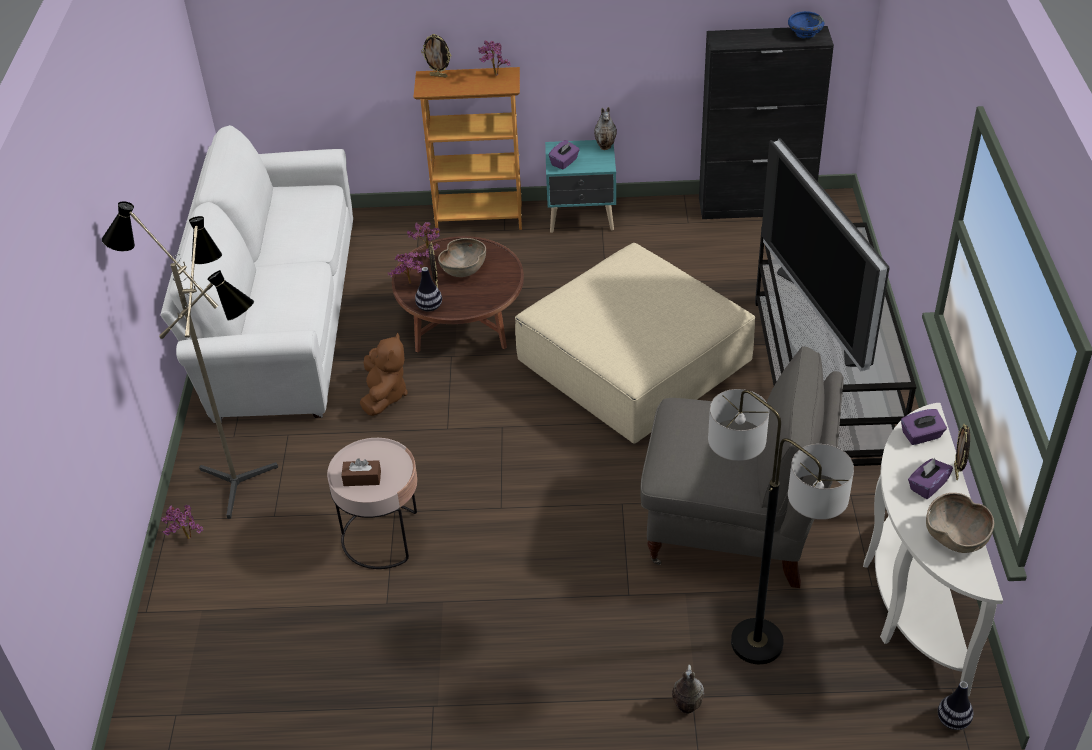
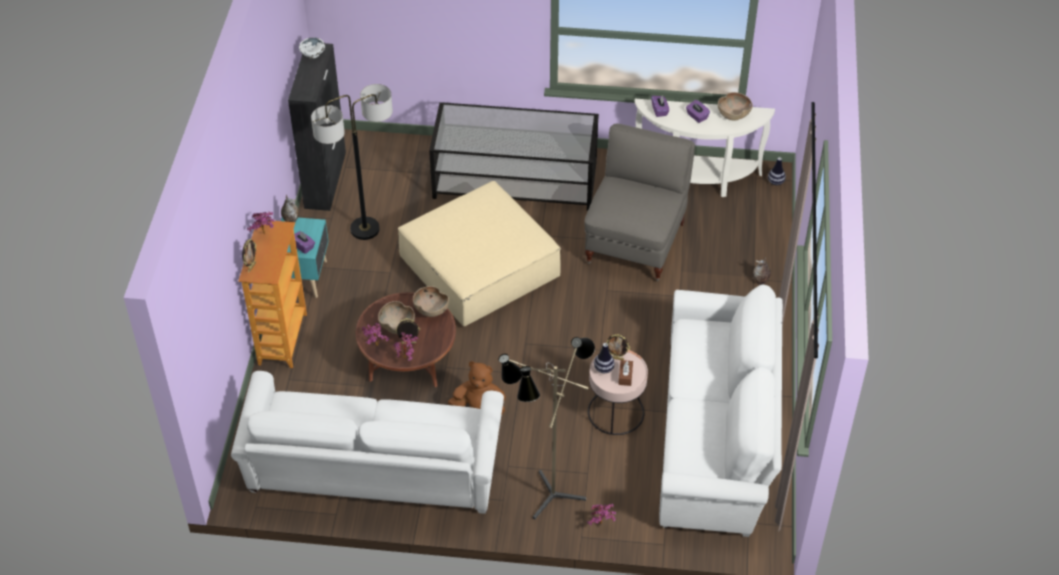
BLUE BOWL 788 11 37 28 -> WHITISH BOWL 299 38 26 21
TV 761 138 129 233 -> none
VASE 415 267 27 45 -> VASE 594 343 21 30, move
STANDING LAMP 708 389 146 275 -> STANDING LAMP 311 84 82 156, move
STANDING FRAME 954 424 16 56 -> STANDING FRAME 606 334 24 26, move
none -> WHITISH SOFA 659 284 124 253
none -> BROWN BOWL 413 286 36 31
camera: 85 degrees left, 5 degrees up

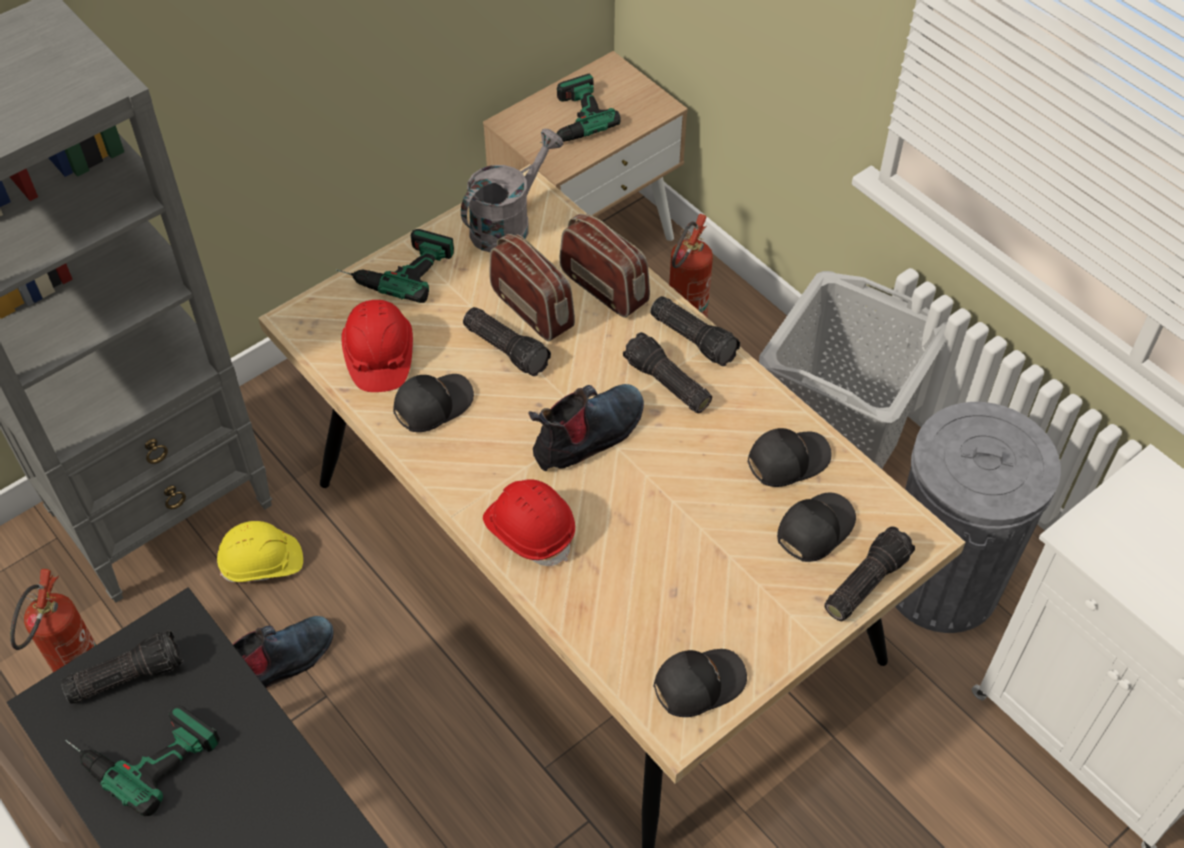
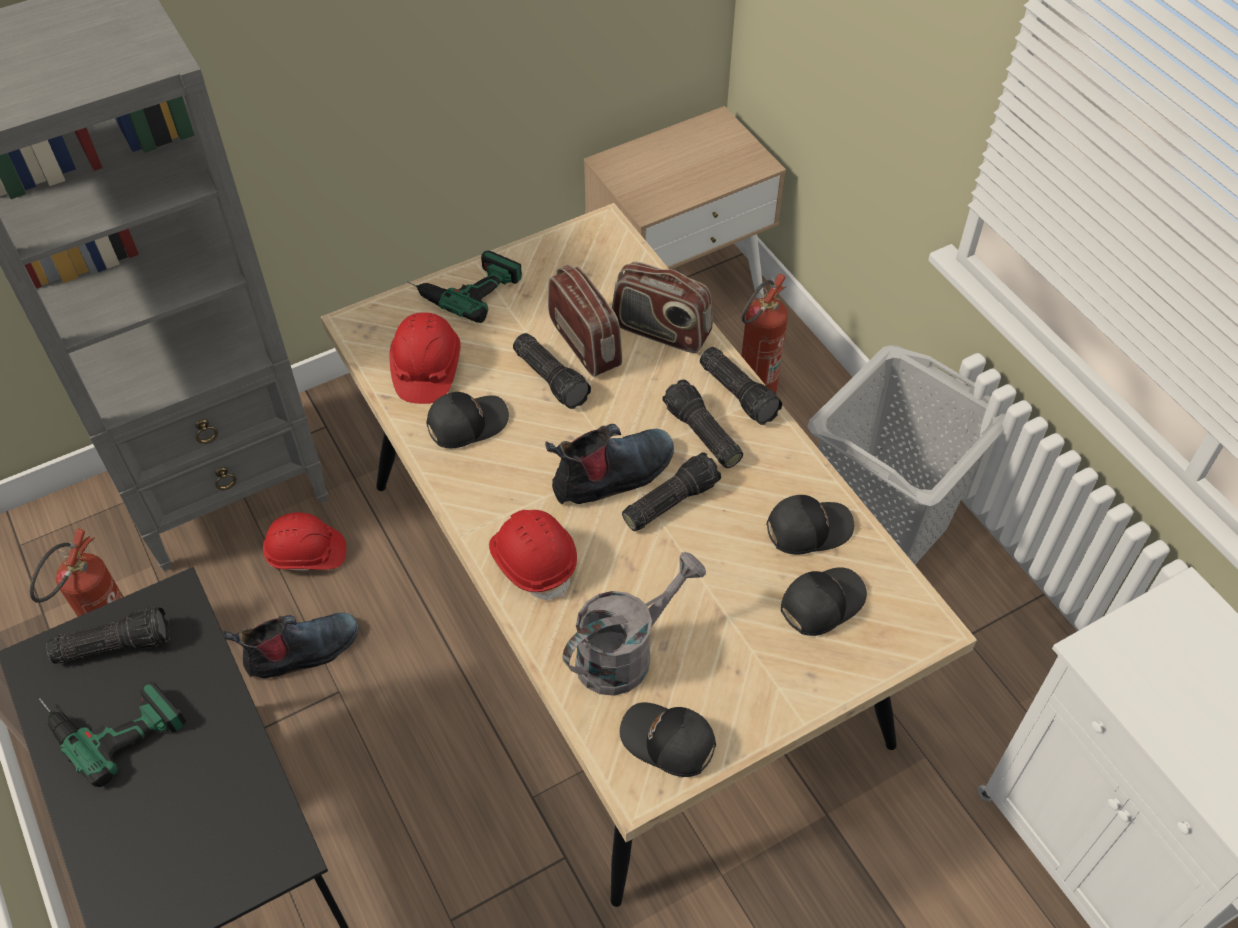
POWER DRILL 540 74 81 69 -> none
GRAY WATERING CAN 461 128 103 124 -> GRAY WATERING CAN 563 552 143 144, move
RADIO RECEIVER 560 214 90 104 -> RADIO RECEIVER 612 262 101 91, 150 degrees clockwise
GRAY RUBBISH BIN 895 402 166 231 -> none
YELLOW-COLOURED SAFETY HELMET 217 521 86 61 -> RED SAFETY HELMET 263 512 83 59
TORCH 824 526 91 95 -> TORCH 622 452 99 79, move
BLACK-COLOURED PEAKED CAP 654 649 93 68 -> BLACK-COLOURED PEAKED CAP 620 702 96 75, 135 degrees counterclockwise
camera: 10 degrees right, 0 degrees up

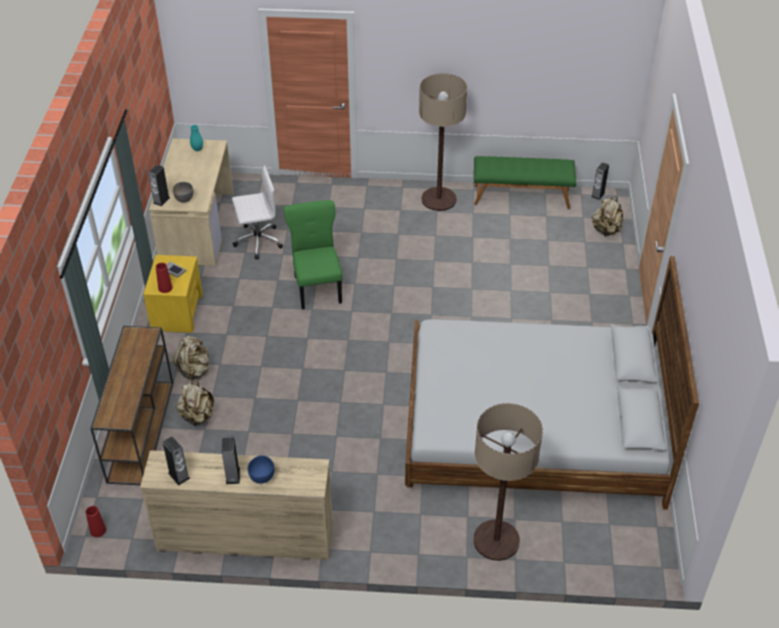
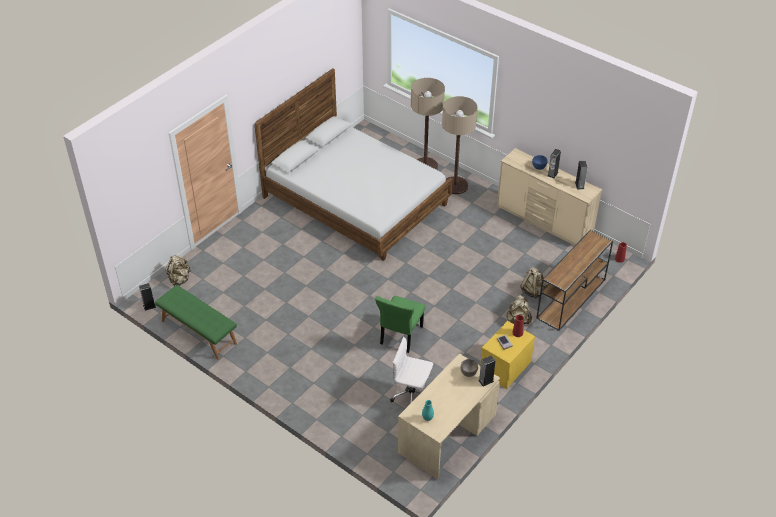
STANDING LAMP 419 73 48 138 -> STANDING LAMP 442 96 35 99, move
camera: 145 degrees left, 0 degrees up

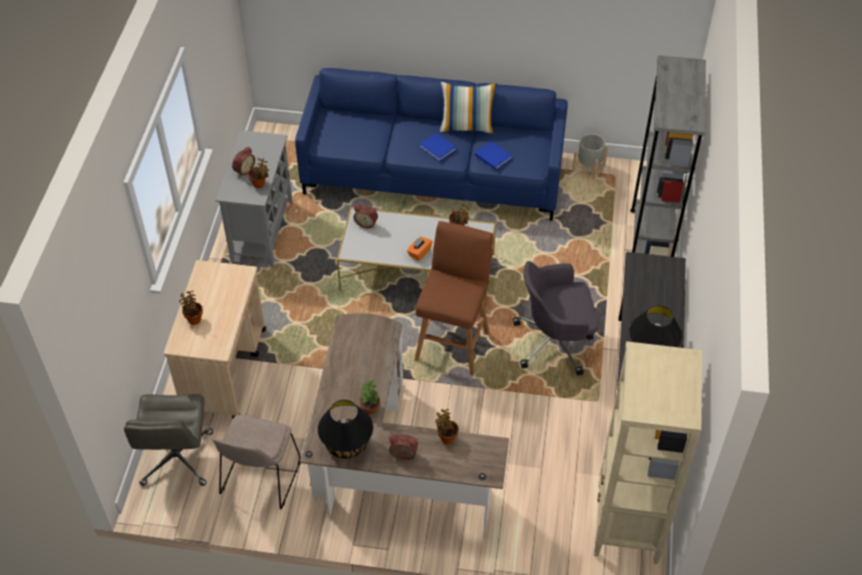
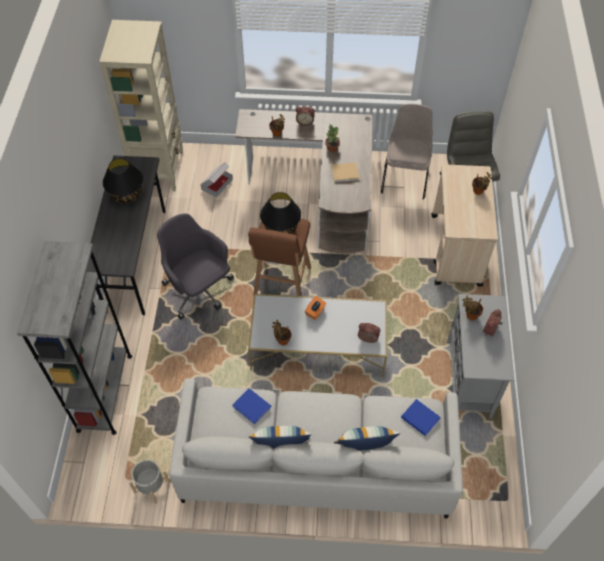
BLUE SOFA 295 68 273 153 -> GRAY SOFA 169 378 294 140
BLUE BOOK 419 133 37 28 -> BLUE BOOK 401 399 39 37, move
GRAY COMPUTER CHAIR 513 261 85 114 -> GRAY COMPUTER CHAIR 157 213 77 107, 120 degrees counterclockwise
BLACK-COLOURED LAMP FOR A TABLE 318 400 55 59 -> BLACK-COLOURED LAMP FOR A TABLE 260 192 41 42, move
none -> CARTON 201 162 32 36
none -> BEIGE-COLOURED BOOK 331 163 28 19
none -> THROW PILLOW 334 426 66 25
camera: 175 degrees right, 5 degrees up

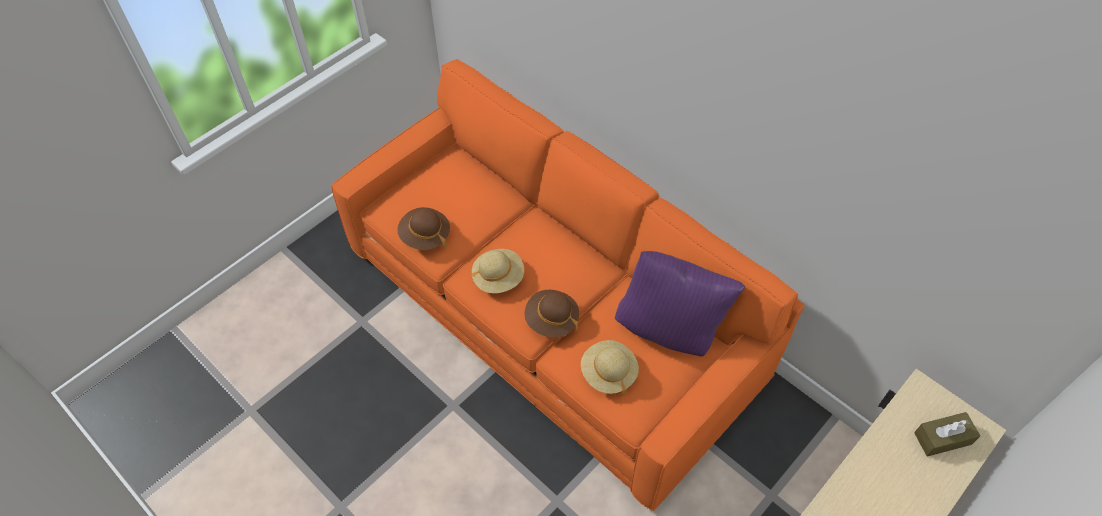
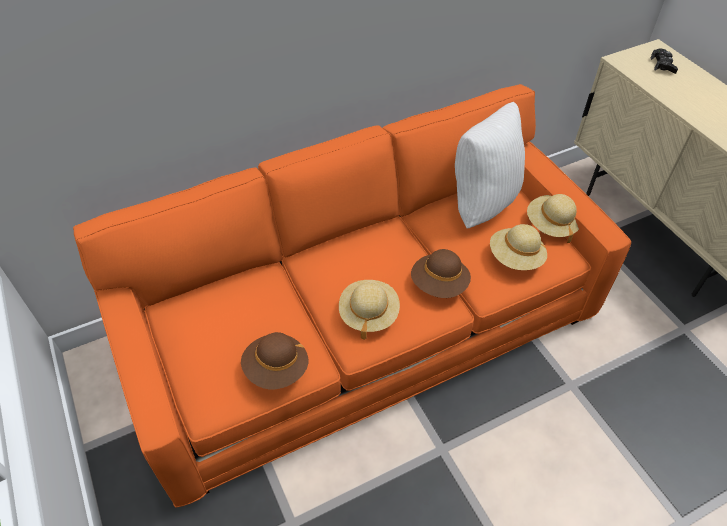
PURPLISH THROW PILLOW 615 251 130 105 -> WHITISH THROW PILLOW 455 102 70 127
BROWN TISSUE BOX 914 412 66 45 -> BLACK-COLOURED GAME CONTROLLER 651 49 27 25
none -> BEIGE-COLOURED HAT 527 194 52 49
camera: 70 degrees left, 5 degrees down

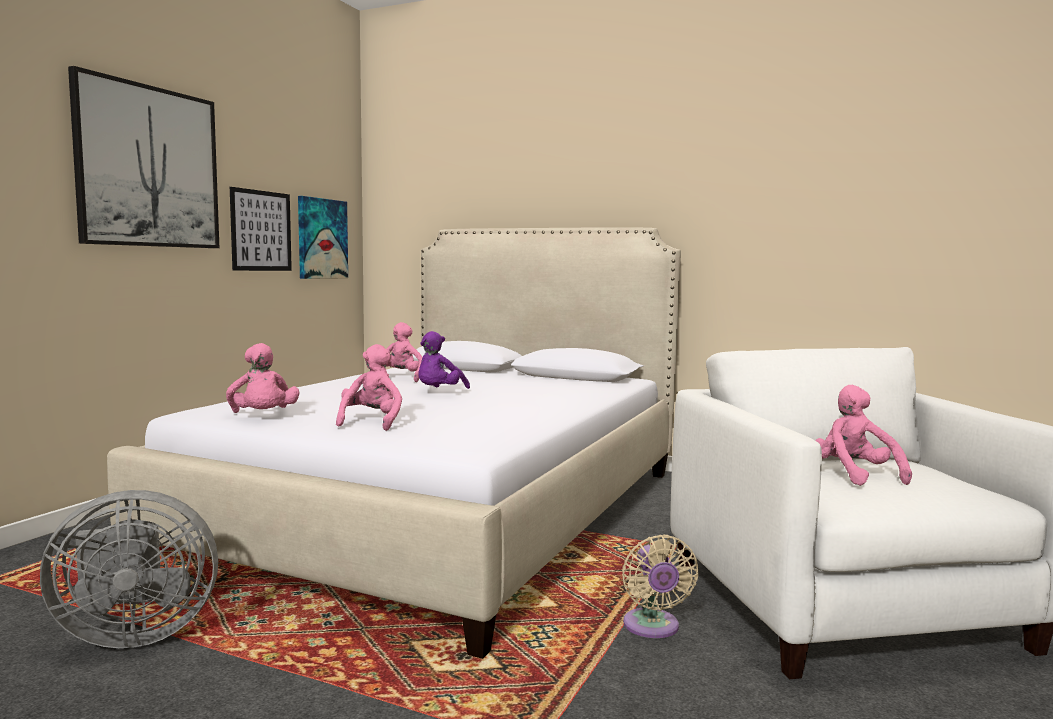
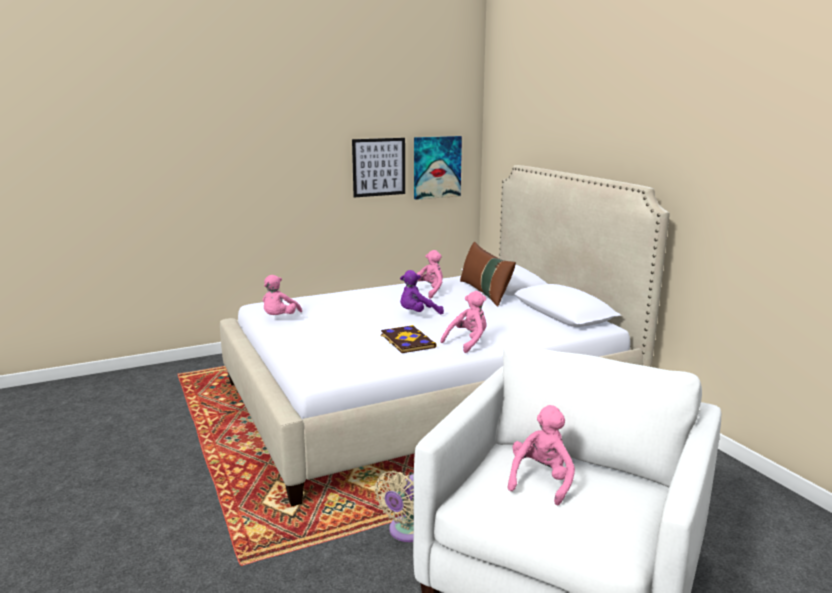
WALL PICTURE 68 66 151 182 -> none
PINK-COLOURED PLUSH TOY 336 344 66 87 -> PINK-COLOURED PLUSH TOY 440 291 47 62, move
GRAY COOLING FAN 40 490 178 158 -> none
none -> BROWN THROW PILLOW 460 242 56 65
none -> BOOK 381 325 55 28
camera: 40 degrees right, 10 degrees up

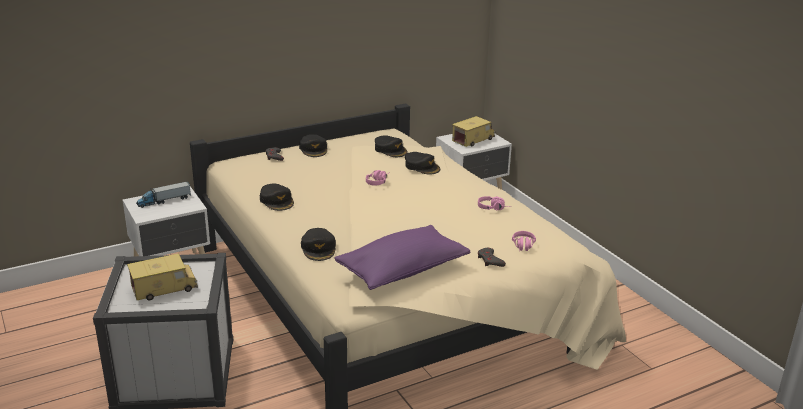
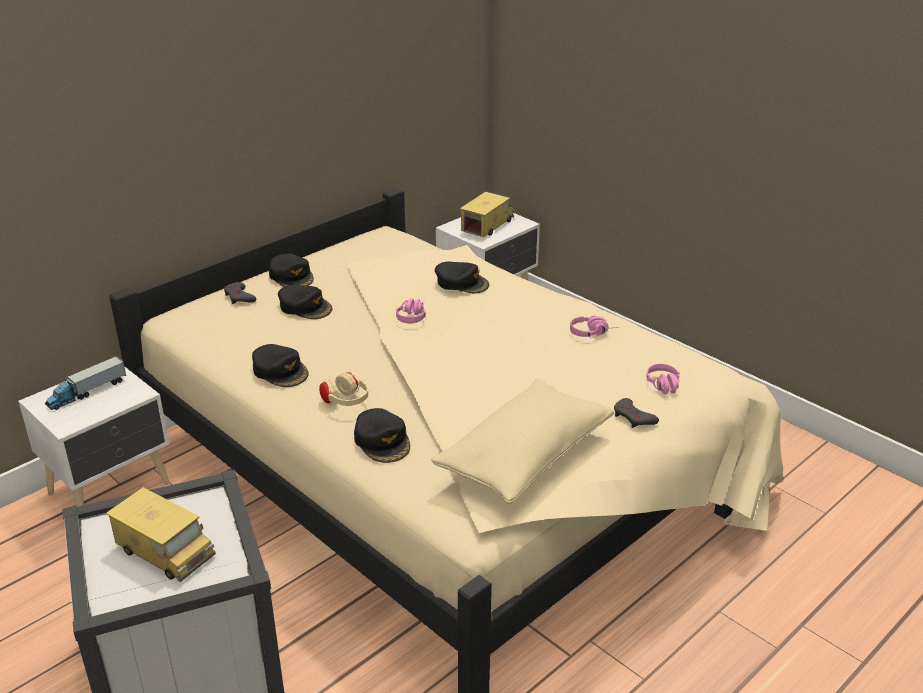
BLACK-COLOURED PEAKED CAP 375 135 33 22 -> BLACK-COLOURED PEAKED CAP 278 284 55 35, move
PURPLISH THROW PILLOW 334 225 136 65 -> BEIGE-COLOURED THROW PILLOW 431 378 183 126
TOY LORRY 127 254 71 46 -> TOY LORRY 106 487 110 95, 75 degrees clockwise
none -> BEIGE-COLOURED HEADSET 319 372 49 34
camera: 15 degrees left, 5 degrees up

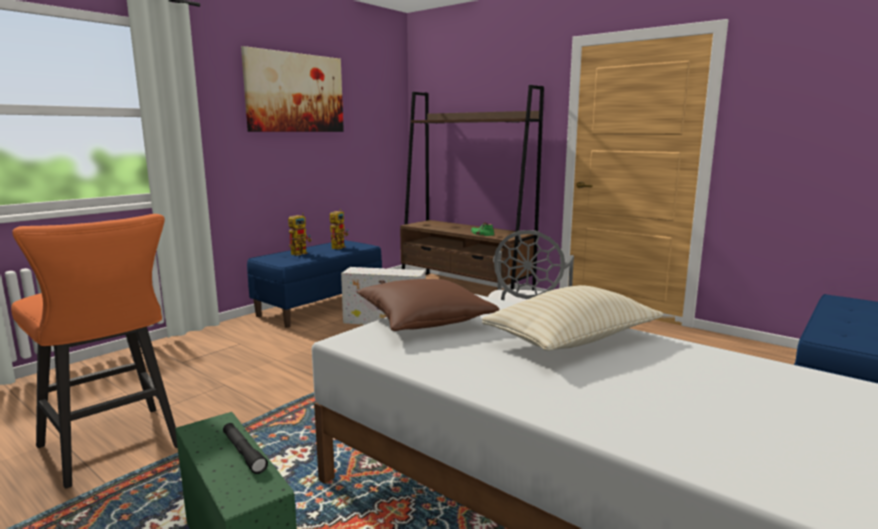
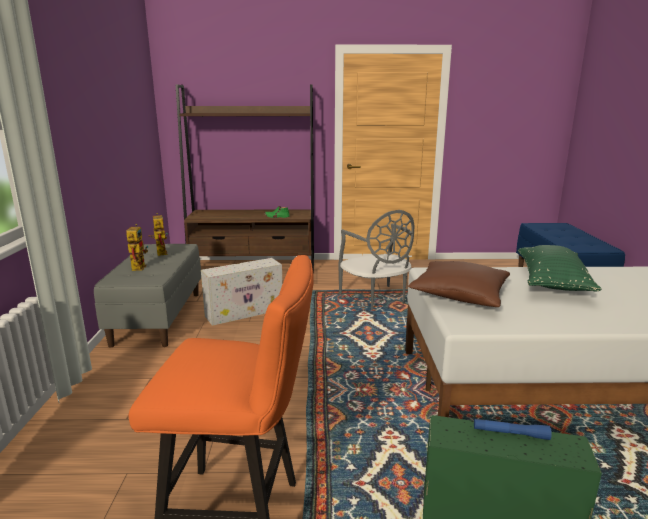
WALL PICTURE 241 46 103 86 -> none
BLUE BENCH 247 240 135 88 -> GRAY BENCH 94 244 107 103
BEIGE-COLOURED THROW PILLOW 482 285 181 66 -> GREENISH THROW PILLOW 518 245 83 46
BLACK-COLOURED TORCH 223 423 45 51 -> BLUE TORCH 474 419 78 21
camera: 40 degrees left, 5 degrees up

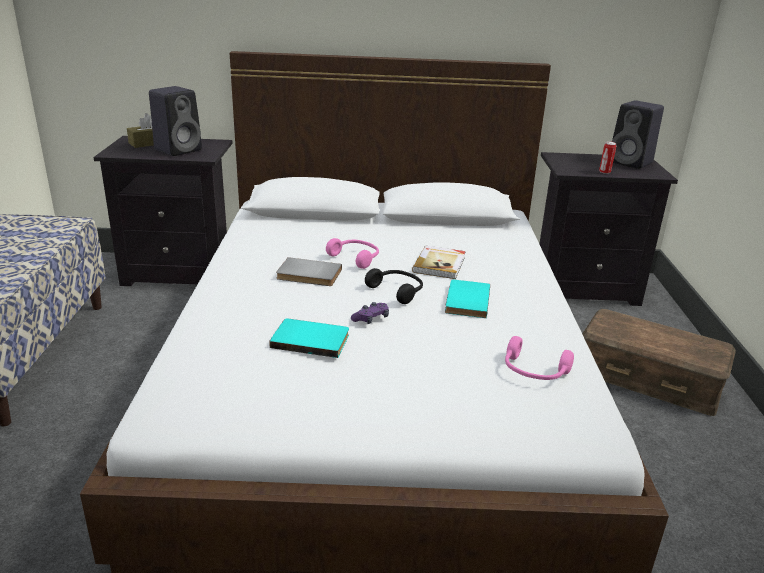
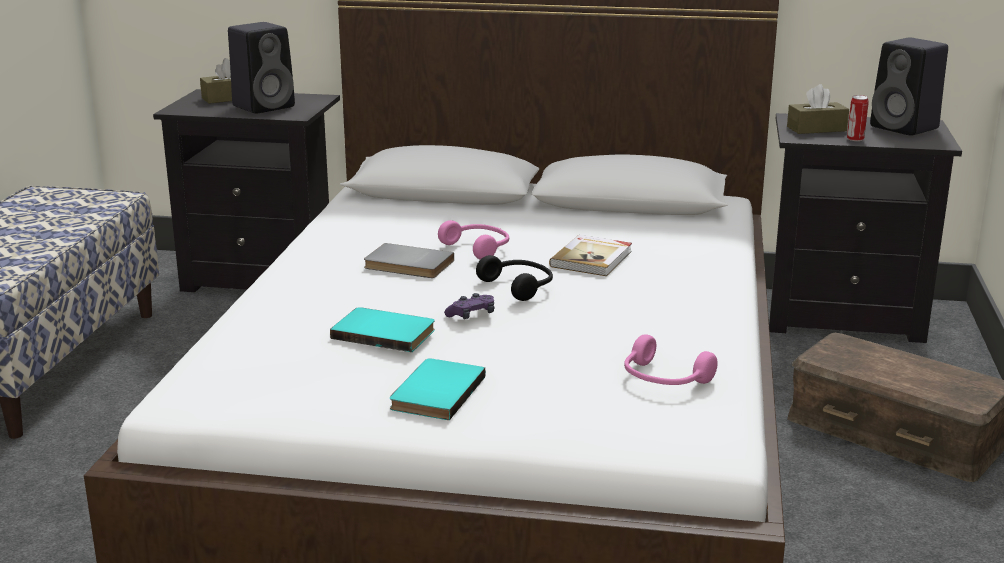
TURQUOISE BOOK 445 280 45 38 -> TURQUOISE BOOK 390 358 96 62, move
none -> BROWN TISSUE BOX 787 84 62 50
camera: 10 degrees right, 5 degrees down

